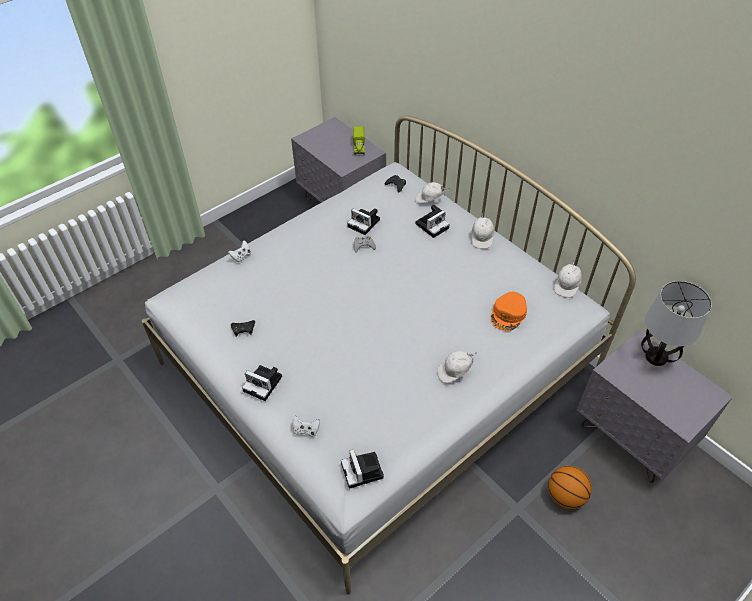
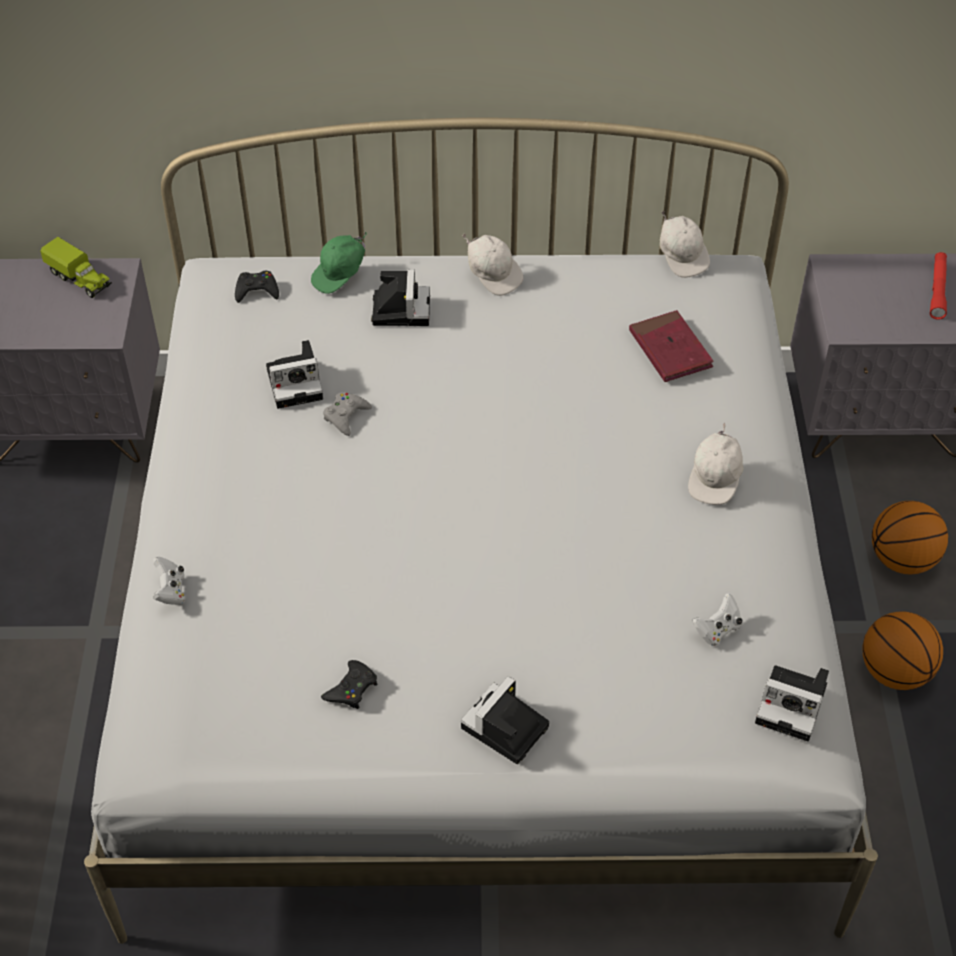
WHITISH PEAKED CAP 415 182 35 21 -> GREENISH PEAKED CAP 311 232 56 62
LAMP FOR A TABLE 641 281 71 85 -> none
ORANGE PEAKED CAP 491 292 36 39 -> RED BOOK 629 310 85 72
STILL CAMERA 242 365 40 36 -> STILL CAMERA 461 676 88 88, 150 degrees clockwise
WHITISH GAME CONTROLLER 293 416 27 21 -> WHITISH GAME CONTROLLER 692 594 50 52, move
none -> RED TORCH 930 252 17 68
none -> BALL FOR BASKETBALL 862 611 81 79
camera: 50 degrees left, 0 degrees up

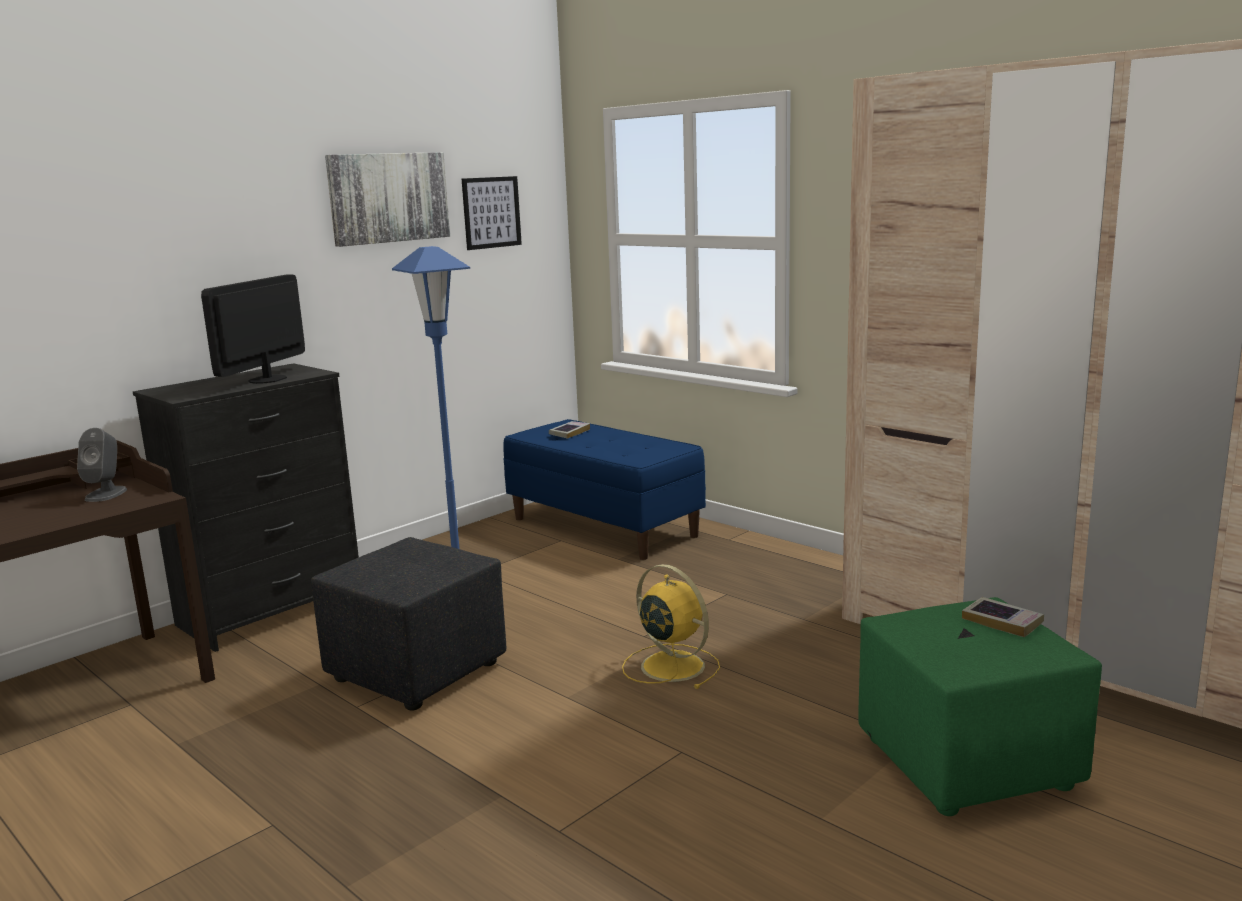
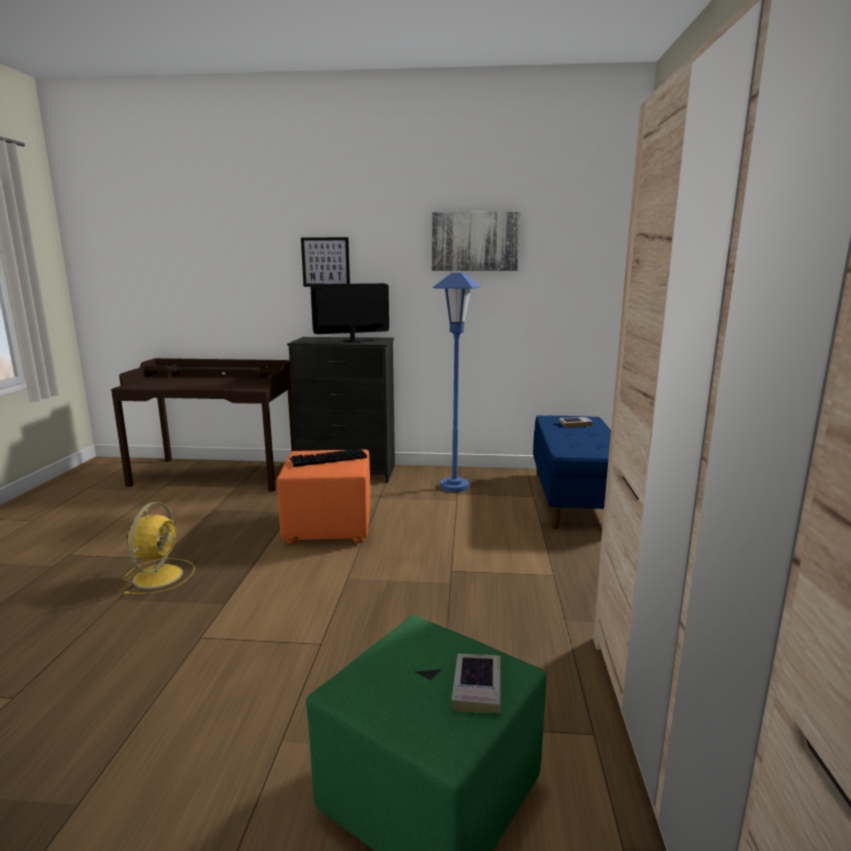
WALL PICTURE 462 176 60 74 -> WALL PICTURE 301 237 49 50, move
GRAY AUDIO SPEAKER 77 428 50 74 -> none
BLACK-COLOURED POUFFE 311 537 195 174 -> ORANGE POUFFE 277 450 94 94
YELLOW-COLOURED COOLING FAN 622 564 98 125 -> YELLOW-COLOURED COOLING FAN 123 502 72 93, move
none -> KEYBOARD 290 449 77 18
camera: 50 degrees right, 0 degrees up

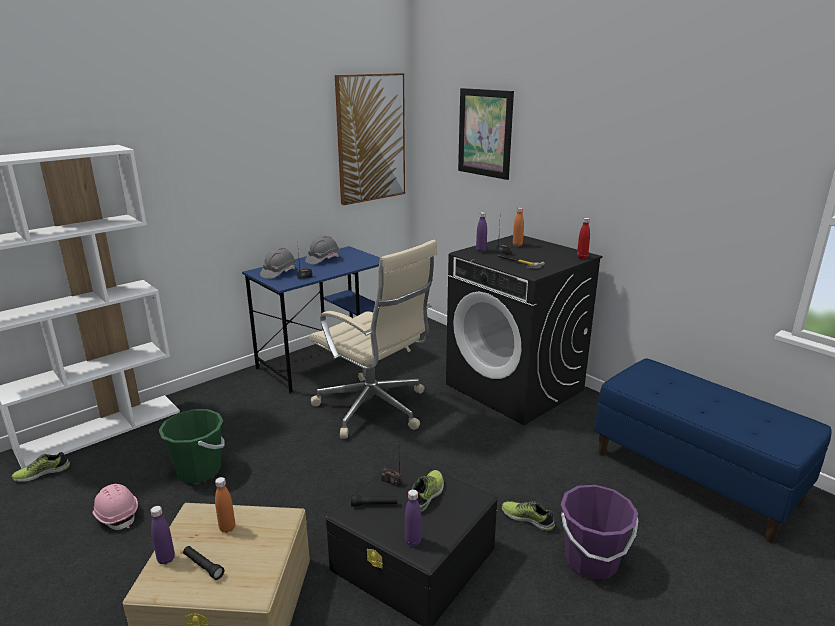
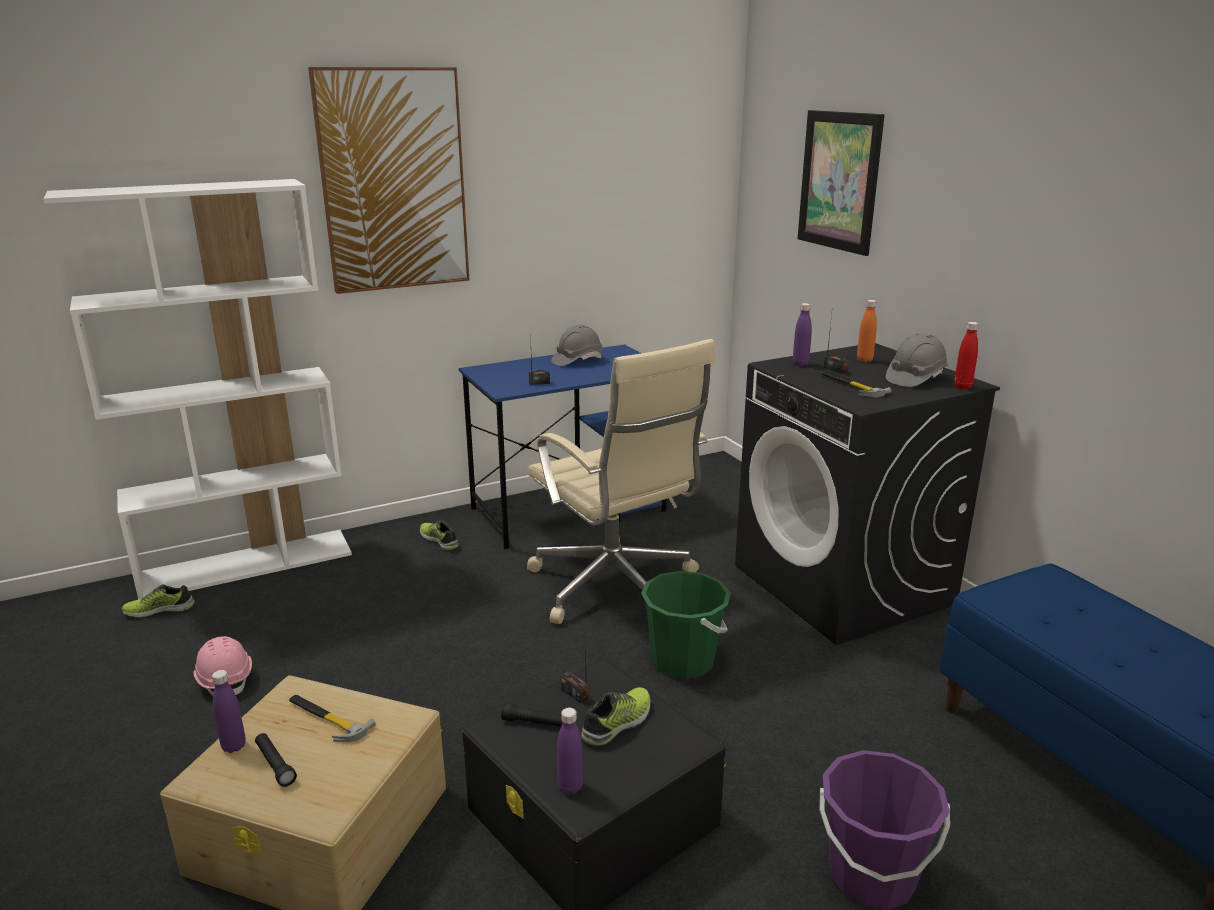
WALL PICTURE 335 73 70 132 -> WALL PICTURE 308 67 161 227, move
GRAY SAFETY HELMET 260 247 36 32 -> GRAY SAFETY HELMET 886 333 62 54, move
GREENISH PAIL 159 409 66 74 -> GREENISH PAIL 641 571 90 107, move
ORANGE BOTTLE 215 477 20 56 -> HAMMER 289 695 87 47
LOW SHOE 502 501 53 30 -> LOW SHOE 420 520 39 31, move
camera: 15 degrees right, 0 degrees up

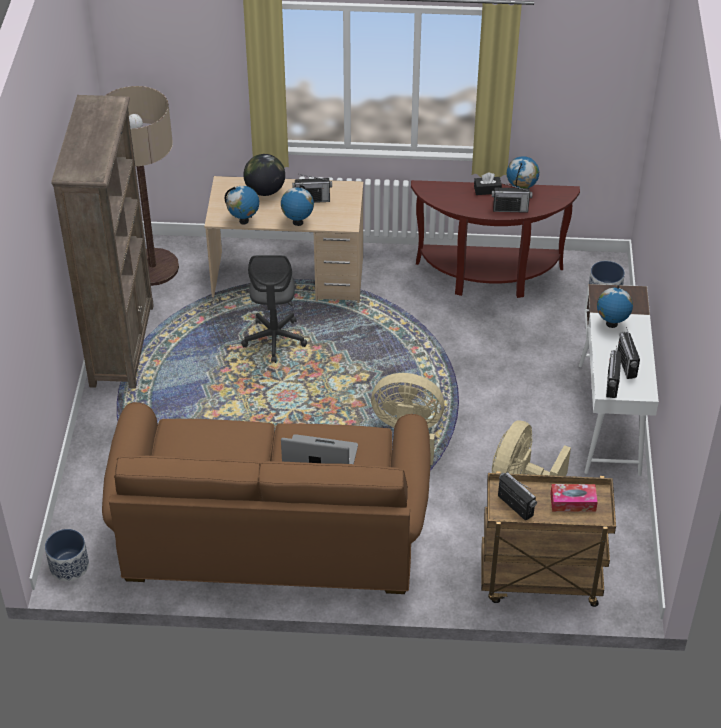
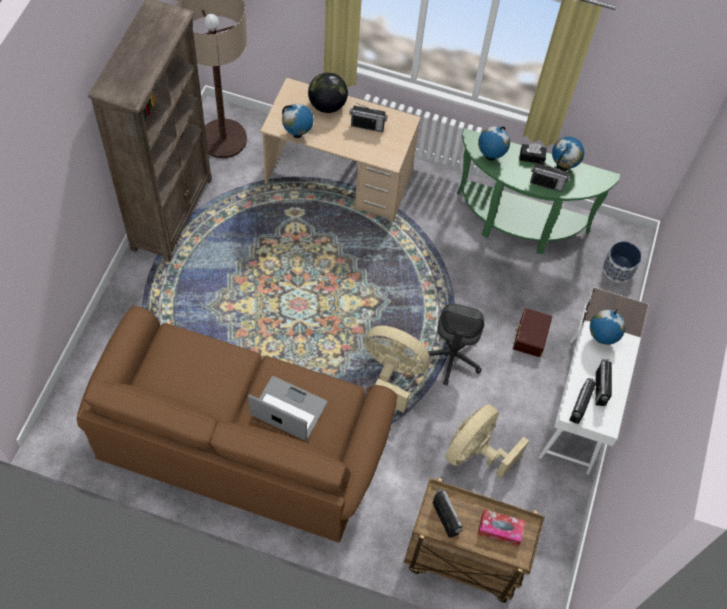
BROWN NARROW TABLE 411 180 169 118 -> GREENISH NARROW TABLE 457 128 164 126
GLOBE 281 185 33 41 -> GLOBE 478 126 32 35, move
GRAY COMPUTER CHAIR 241 255 66 108 -> GRAY COMPUTER CHAIR 420 304 64 81, move
PLANTER 45 529 44 52 -> none
none -> BROWN STORAGE BIN 513 308 39 49
camera: 10 degrees right, 15 degrees up

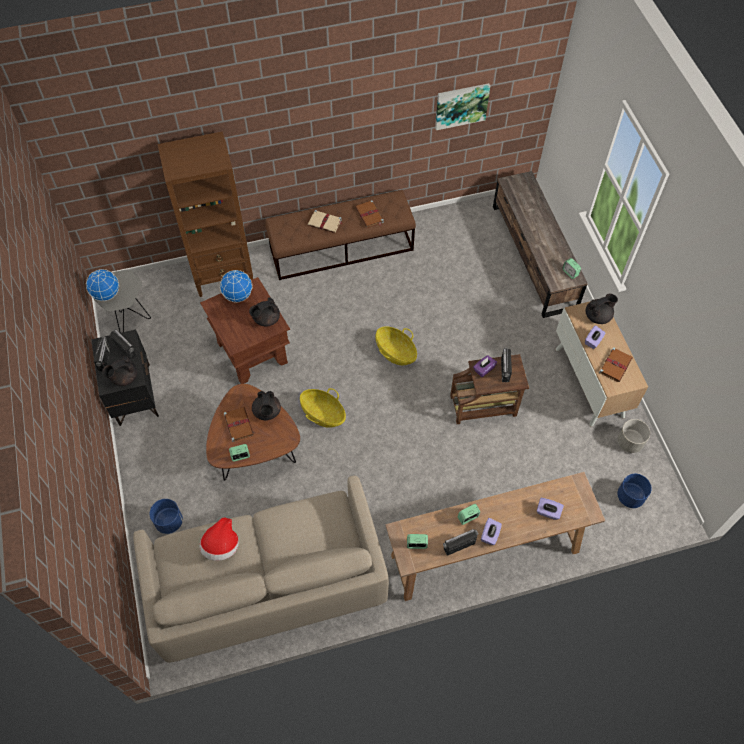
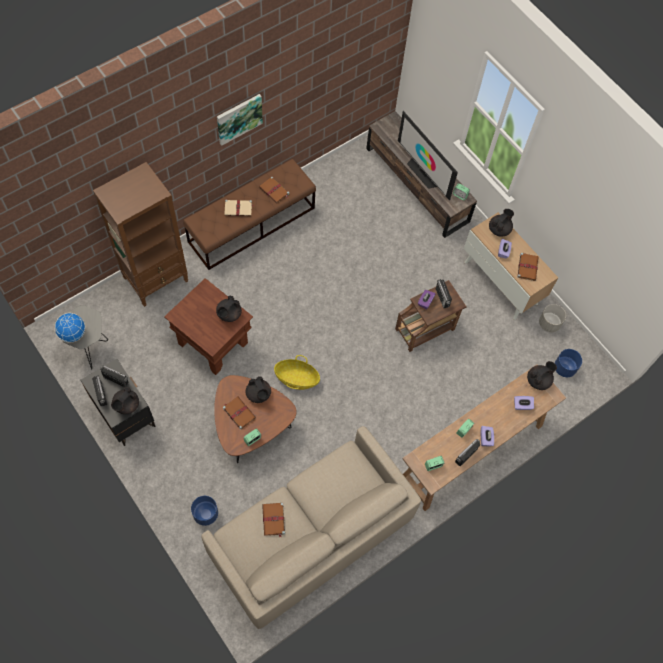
WALL PICTURE 435 83 55 47 -> WALL PICTURE 217 94 46 52, move
GLOBE 220 270 32 32 -> none
BASKET 375 326 42 39 -> none
HAT 199 517 40 44 -> BROWN BOOK 262 503 23 35
none -> TV 398 111 60 89
none -> BLACK-COLOURED TEA POT 527 361 30 29
camera: 25 degrees left, 5 degrees up

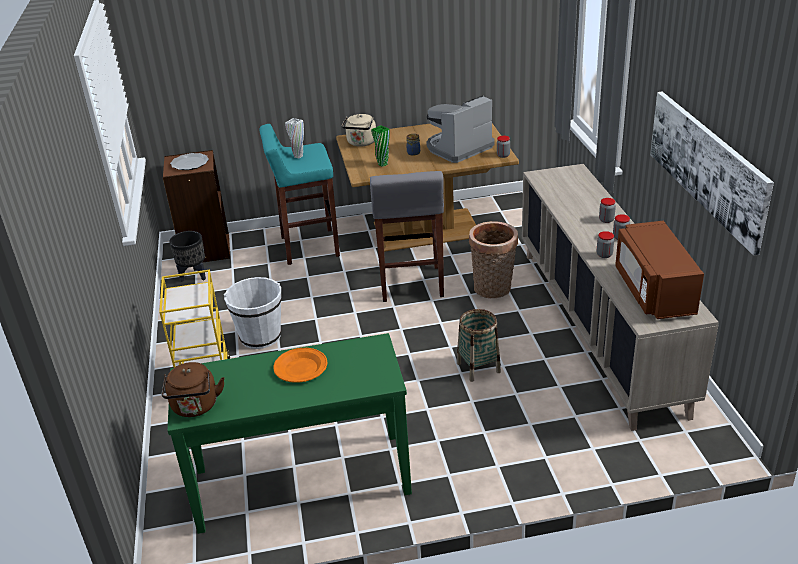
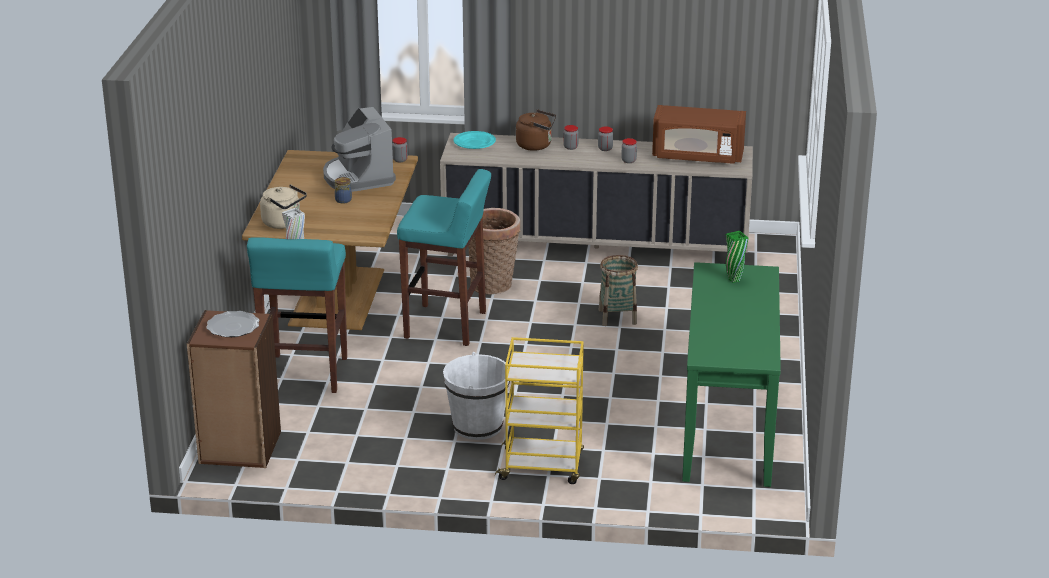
WALL PICTURE 650 92 124 164 -> none
GREENISH VASE 371 125 19 42 -> GREENISH VASE 726 231 22 52, move
GRAY SITTING STOOL 370 171 74 131 -> TURQUOISE SITTING STOOL 397 169 94 177
BLACK-COLOURED PLANTER 169 231 37 51 -> none
ORANGE FLAT DISH 273 348 54 35 -> none
BROWN KETTLE 162 362 63 55 -> BROWN KETTLE 516 109 40 42, move
none -> TURQUOISE FLAT DISH 454 131 42 18
camera: 75 degrees left, 5 degrees down

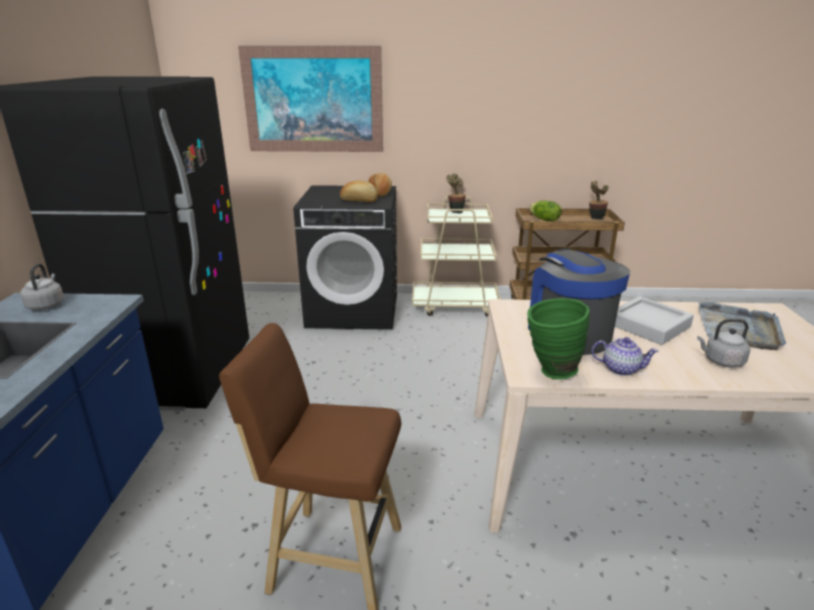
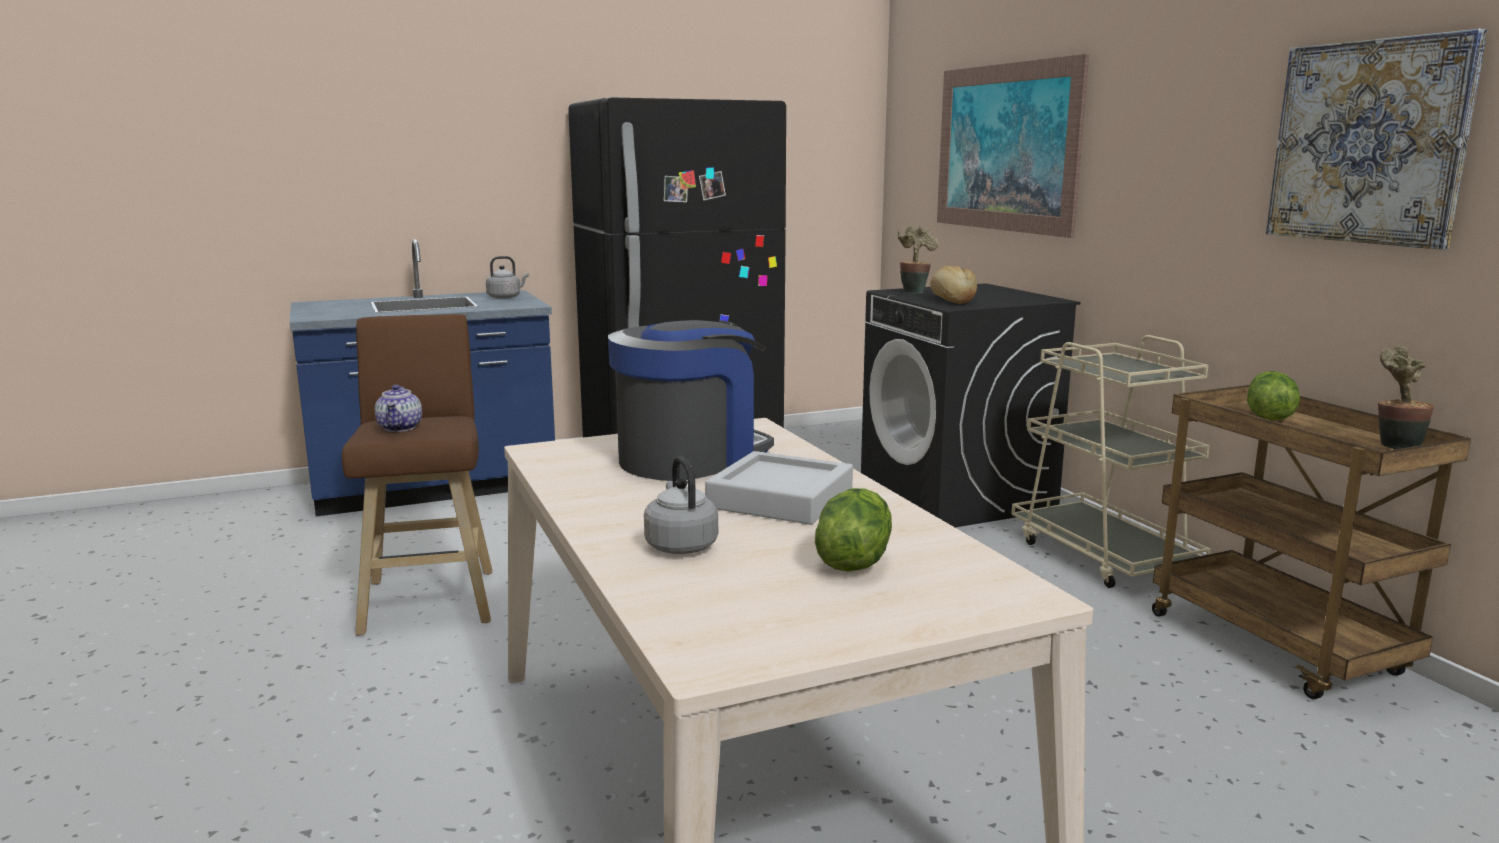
BAKERY BREAD 368 173 24 24 -> none
PLANT IN A POT 446 173 20 41 -> PLANT IN A POT 898 226 41 68, move
GREENISH VASE 527 298 63 82 -> none
GRAY SERVING TRAY 699 302 87 48 -> LETTUCE HEAD 815 488 77 84
TEA POT 592 337 67 39 -> TEA POT 374 385 48 47, move
none -> WALL PICTURE 1266 29 221 221
camera: 65 degrees right, 10 degrees down

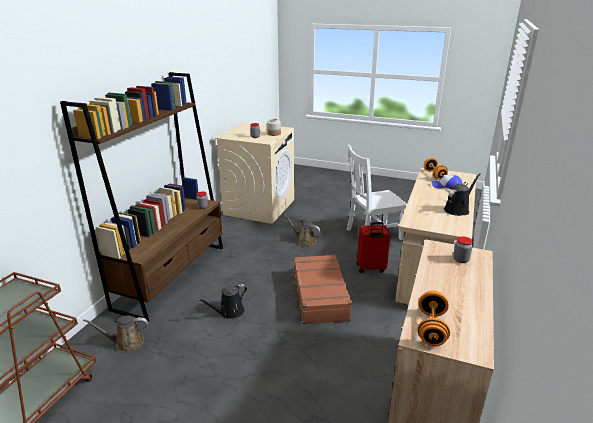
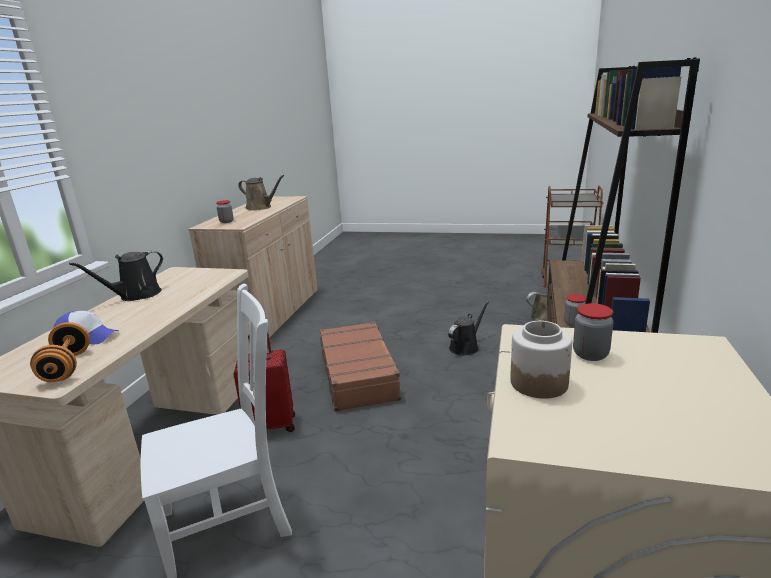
BROWN WATERING CAN 284 213 37 34 -> BROWN WATERING CAN 238 175 46 36, move
ORANGE HAND WEIGHT 418 291 32 55 -> none
camera: 175 degrees right, 5 degrees down

